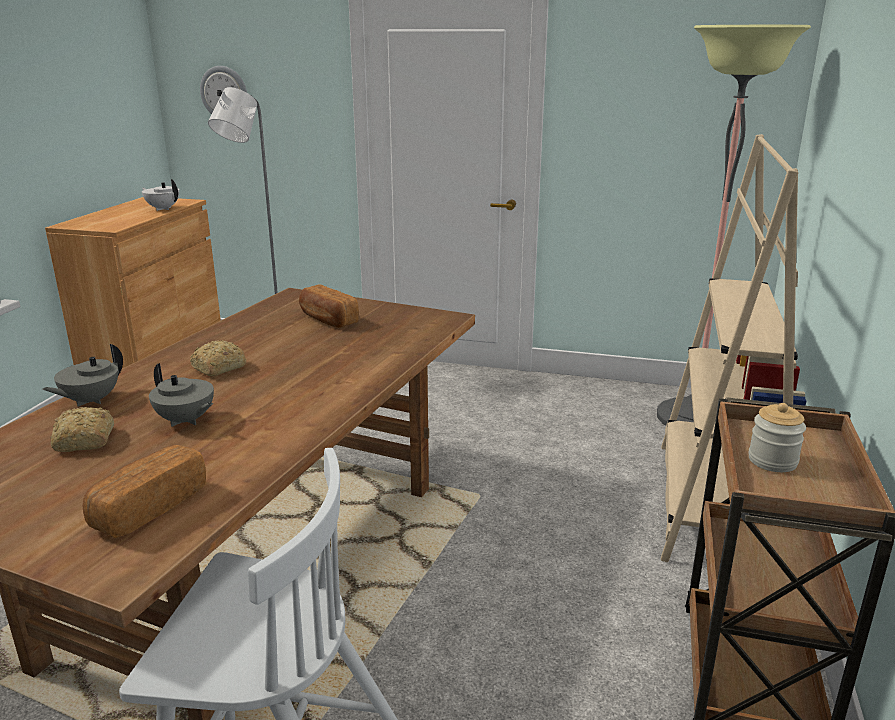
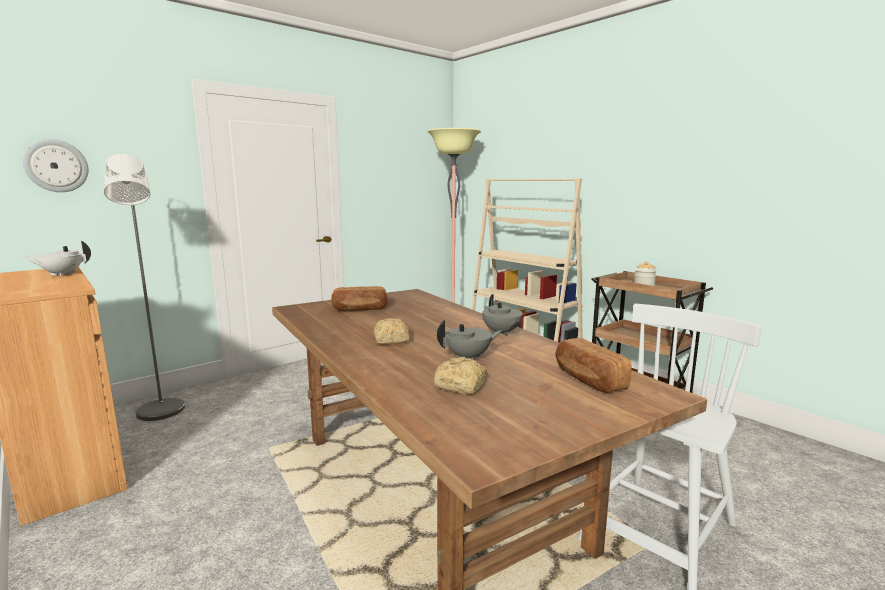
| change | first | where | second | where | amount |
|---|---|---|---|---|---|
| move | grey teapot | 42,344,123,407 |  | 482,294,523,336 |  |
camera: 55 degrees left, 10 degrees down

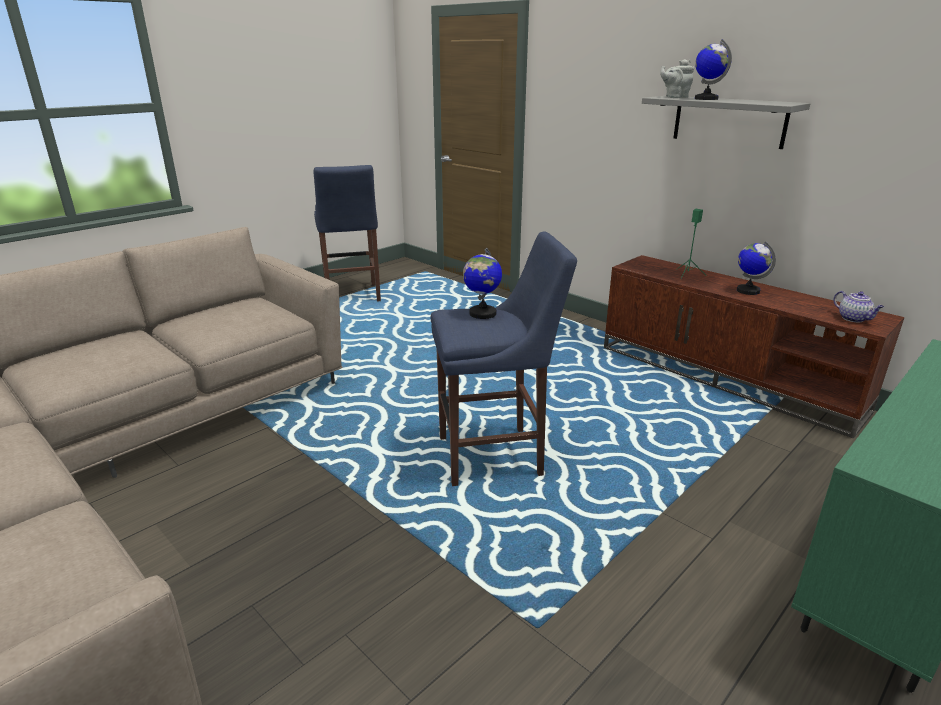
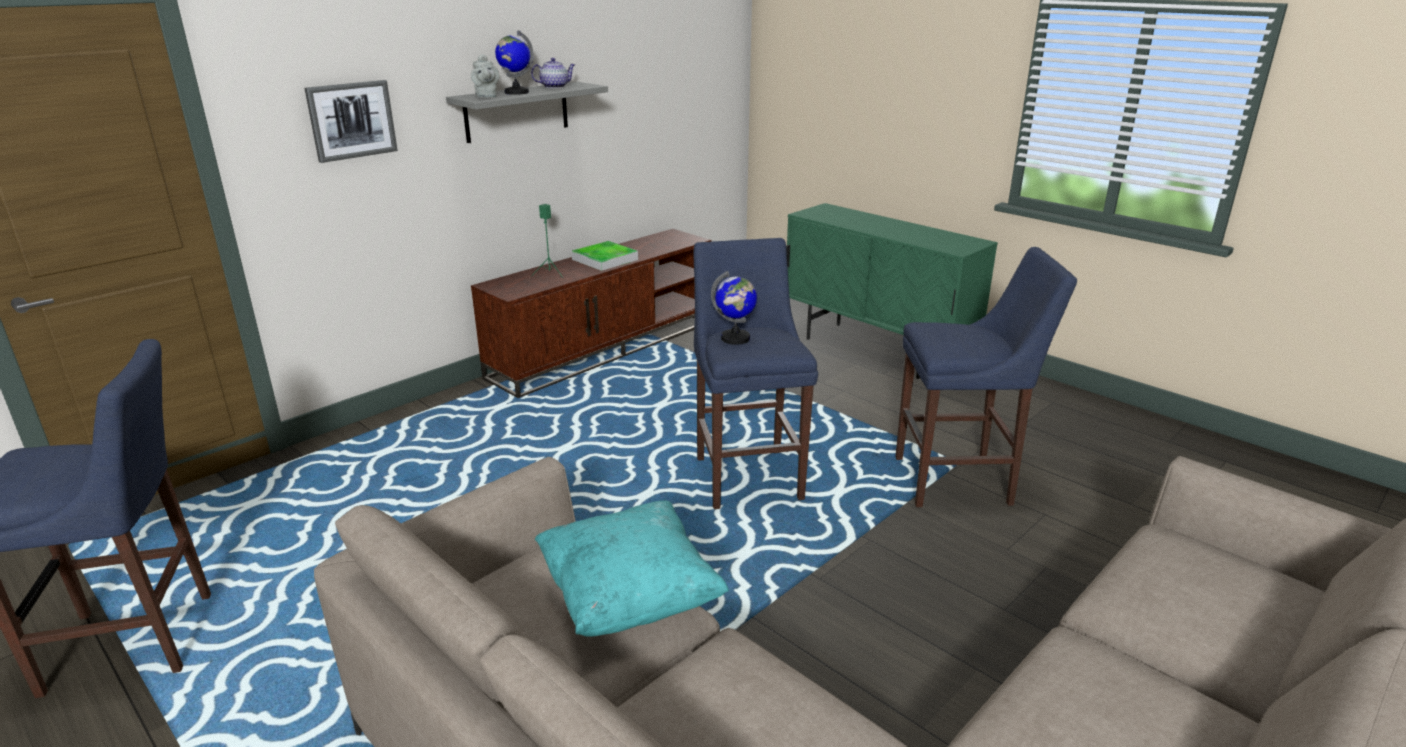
| change | first | where | second | where | amount |
|---|---|---|---|---|---|
| replace | globe | 737,242,776,295 | tray | 572,241,638,271 |  |
| move | teapot | 834,291,884,323 |  | 531,58,575,88 |  |
| insert |  |  | picture | 305,80,398,163 |  |
| insert |  |  | blue stool | 895,247,1077,507 |  |
| insert |  |  | turquoise pillow | 535,500,729,637 |  |
camera: 90 degrees left, 0 degrees up

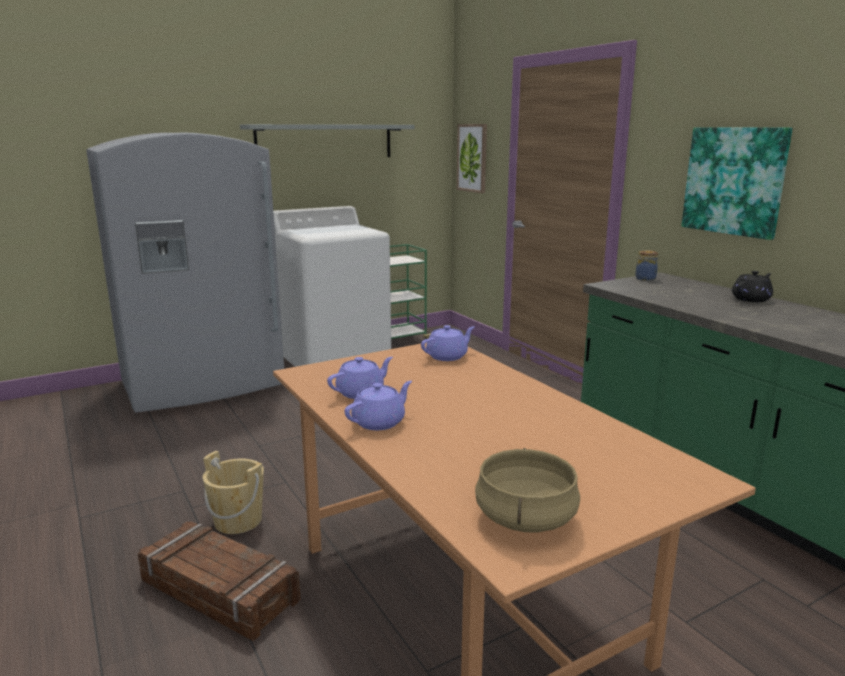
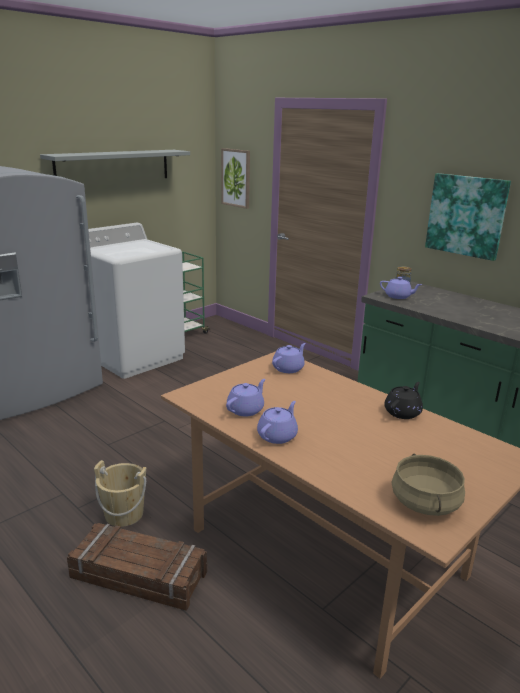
| change | first | where | second | where | amount |
|---|---|---|---|---|---|
| move | black teapot | 732,271,773,302 |  | 384,382,423,419 |  |
| insert |  |  | purple teapot | 380,277,422,299 |  |
camera: 15 degrees left, 5 degrees up

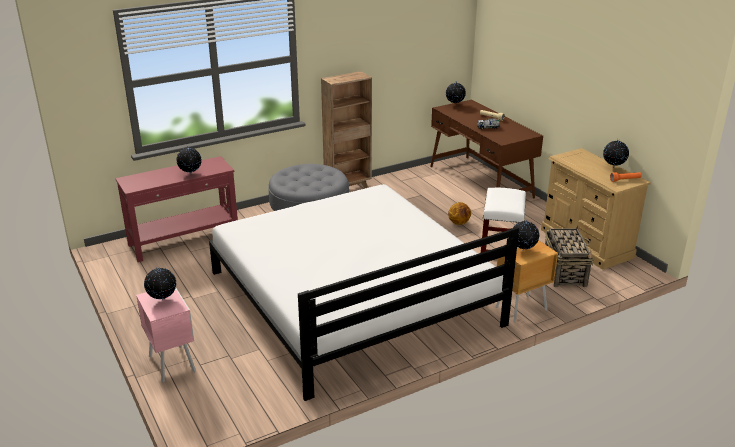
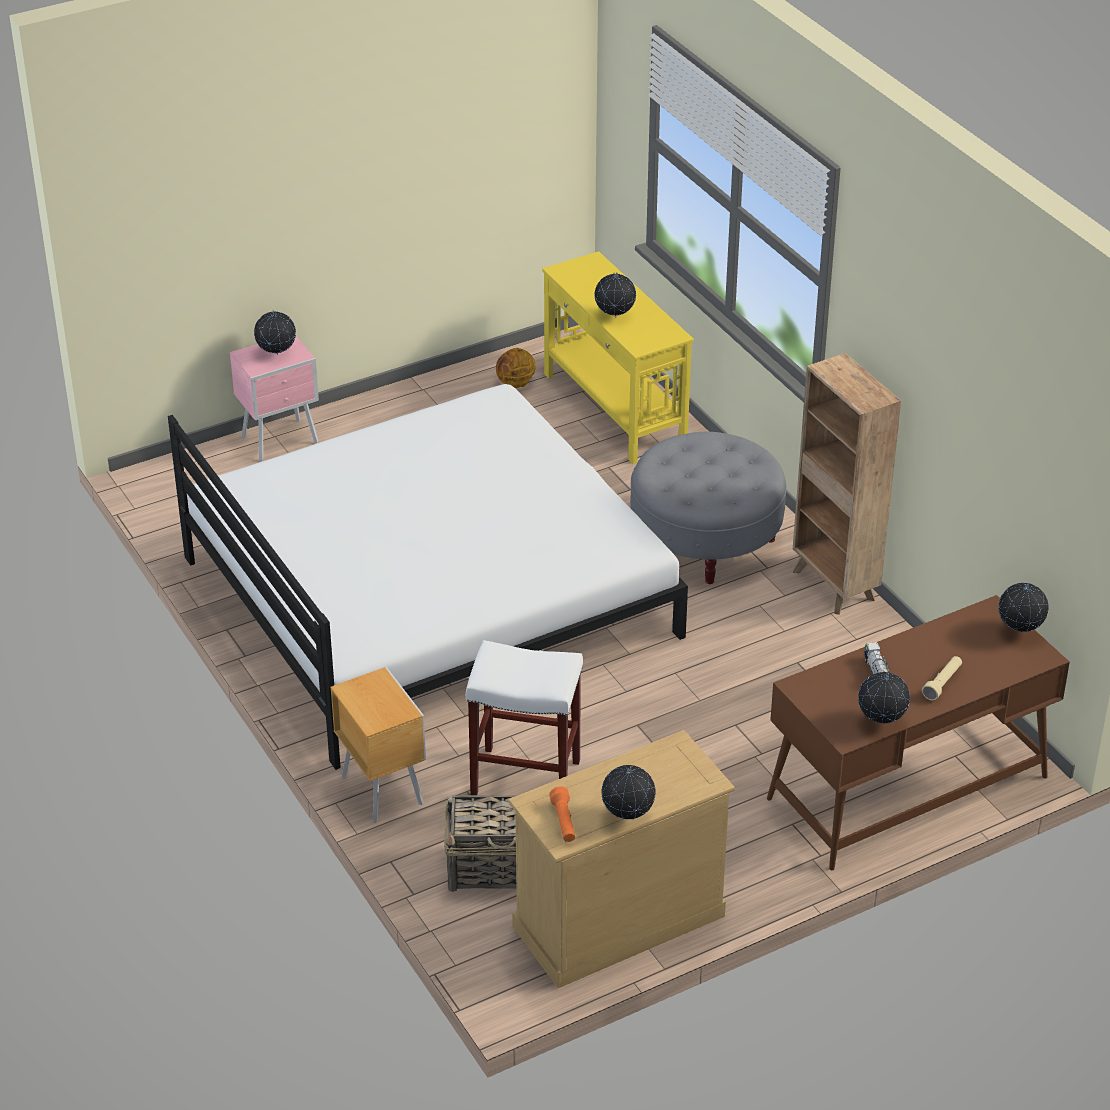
| change | first | where | second | where | amount |
|---|---|---|---|---|---|
| recolor | red console table | 115,156,238,262 | yellow console table | 542,251,694,464 |  |
| move | basketball | 448,202,471,225 |  | 496,348,536,388 |  |
| move | globe | 513,219,539,250 |  | 858,672,910,723 |  |
camera: 90 degrees right, 10 degrees up

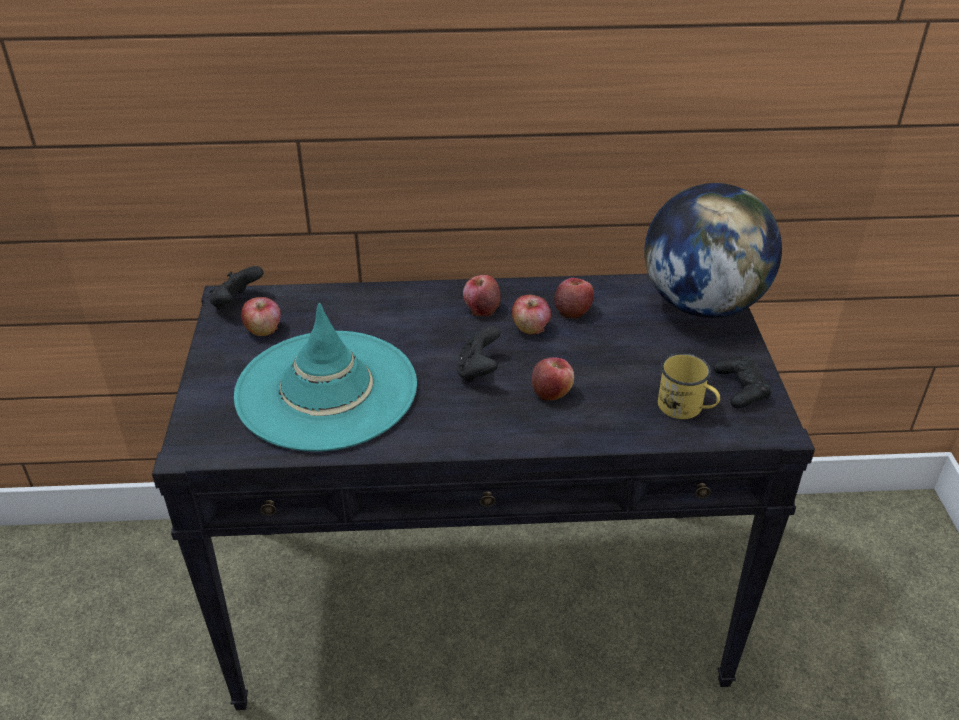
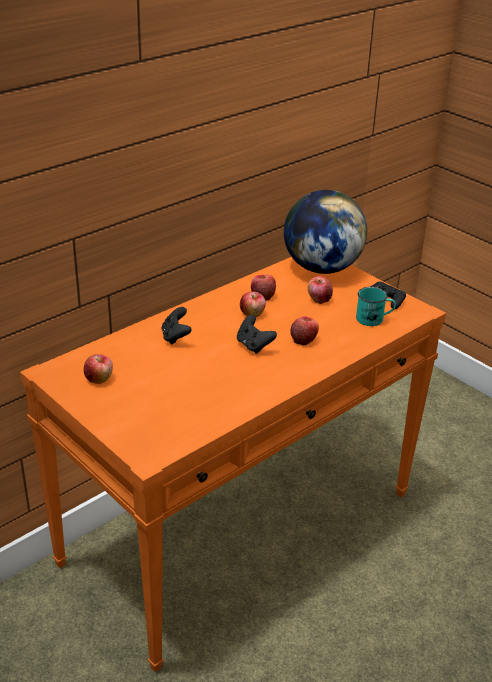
| change | first | where | second | where | amount |
|---|---|---|---|---|---|
| move | black game controller | 209,266,264,310 |  | 162,307,192,345 |  |
| recolor | black console table | 152,274,815,710 | orange console table | 20,257,446,672 |  |
| move | apple | 463,275,501,317 |  | 308,276,333,304 |  |
| delete | turquoise hat | 234,303,417,452 |  |  |  |
| recolor | yellow mug | 658,353,720,419 | turquoise mug | 356,287,396,326 |  |
camera: 40 degrees left, 5 degrees down

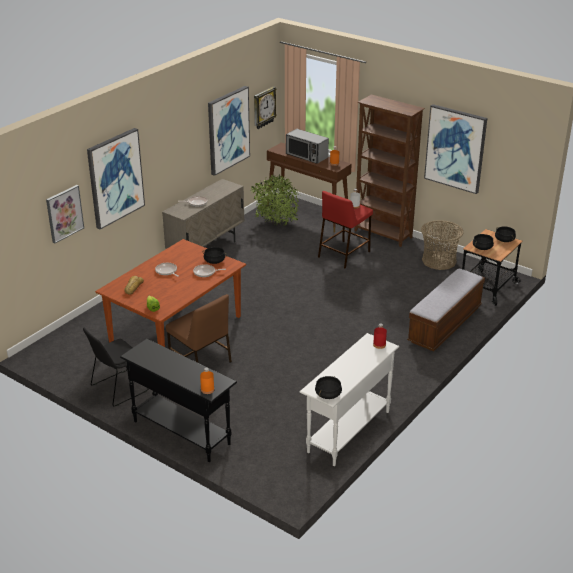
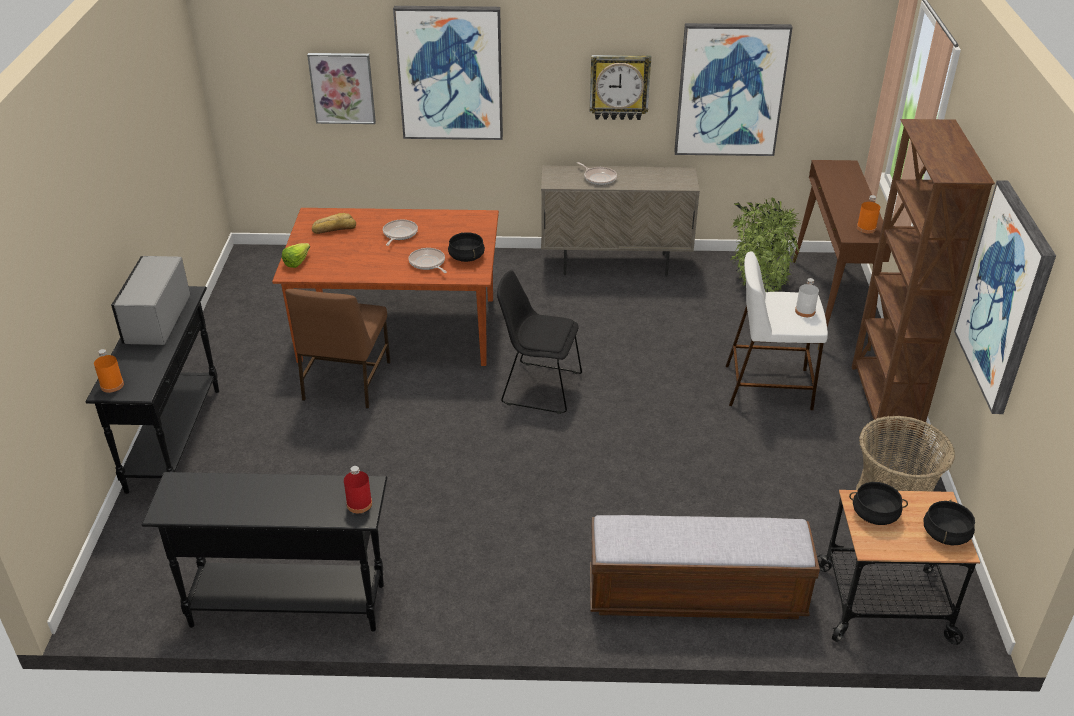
| change | first | where | second | where | amount |
|---|---|---|---|---|---|
| move | wall clock | 254,86,277,129 |  | 590,55,651,120 |  |
| move | microwave | 286,129,329,164 |  | 111,256,190,345 |  |
| recolor | red stool | 318,191,373,268 | white stool | 725,251,828,410 |  |
| move | black chair | 83,328,148,406 |  | 497,270,582,414 |  |
| recolor | white console table | 300,333,399,466 | black console table | 142,472,387,631 |  |
| delete | black cooking pot | 315,376,342,399 |  |  |  |
camera: 55 degrees right, 5 degrees up

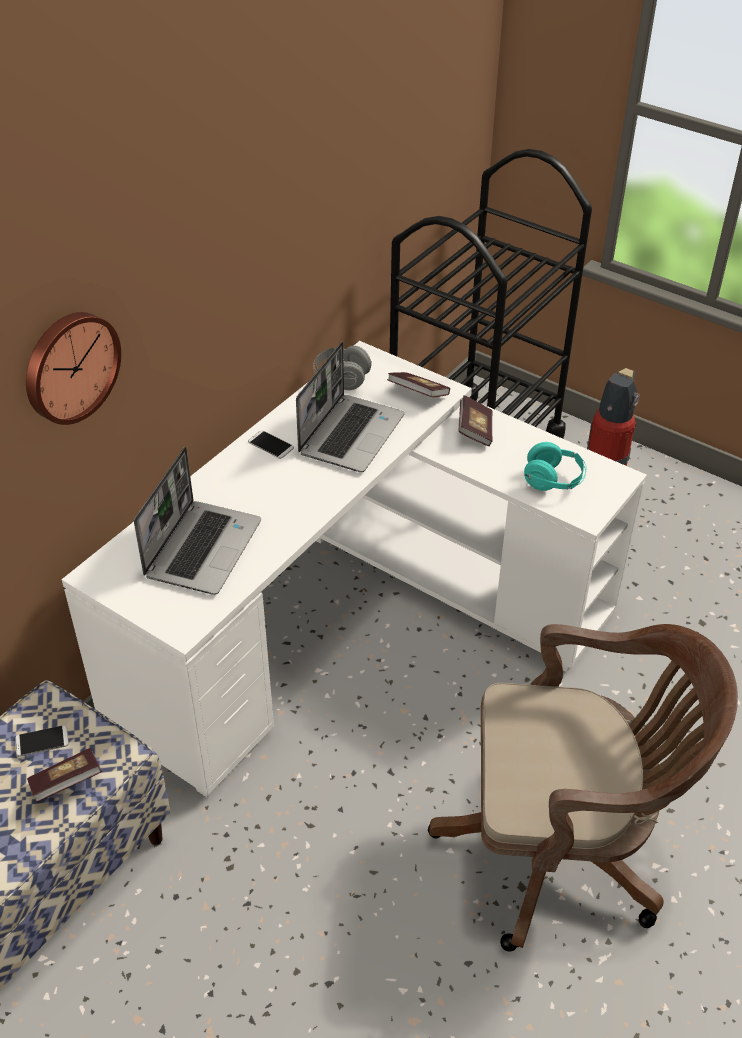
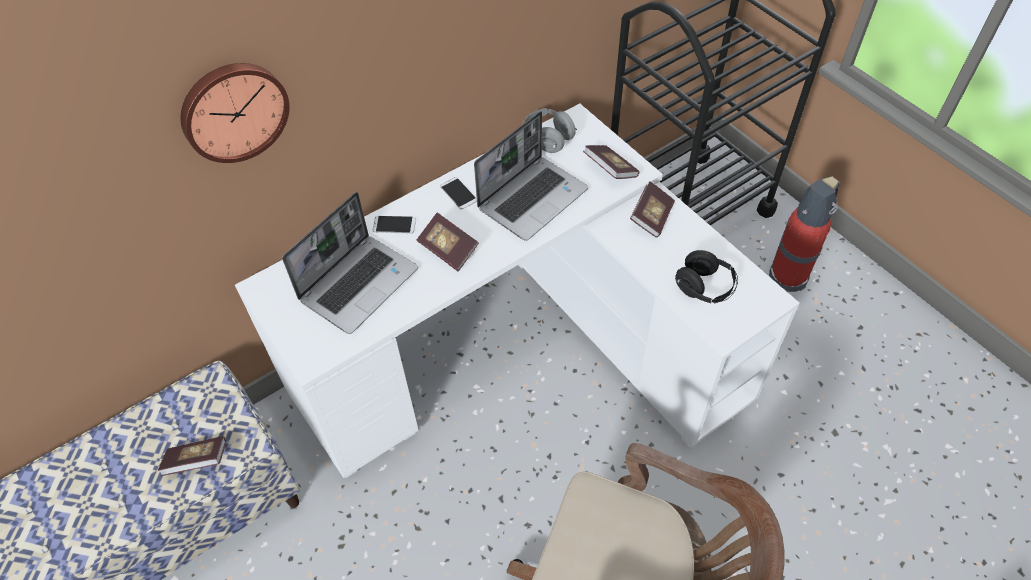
| change | first | where | second | where | amount |
|---|---|---|---|---|---|
| recolor | turquoise headphones | 524,442,586,491 | black headphones | 675,250,738,303 |  |
| move | phone | 15,725,69,757 |  | 373,216,416,233 |  |
| insert |  |  | book | 417,213,479,271 |  |
camera: 20 degrees right, 10 degrees up

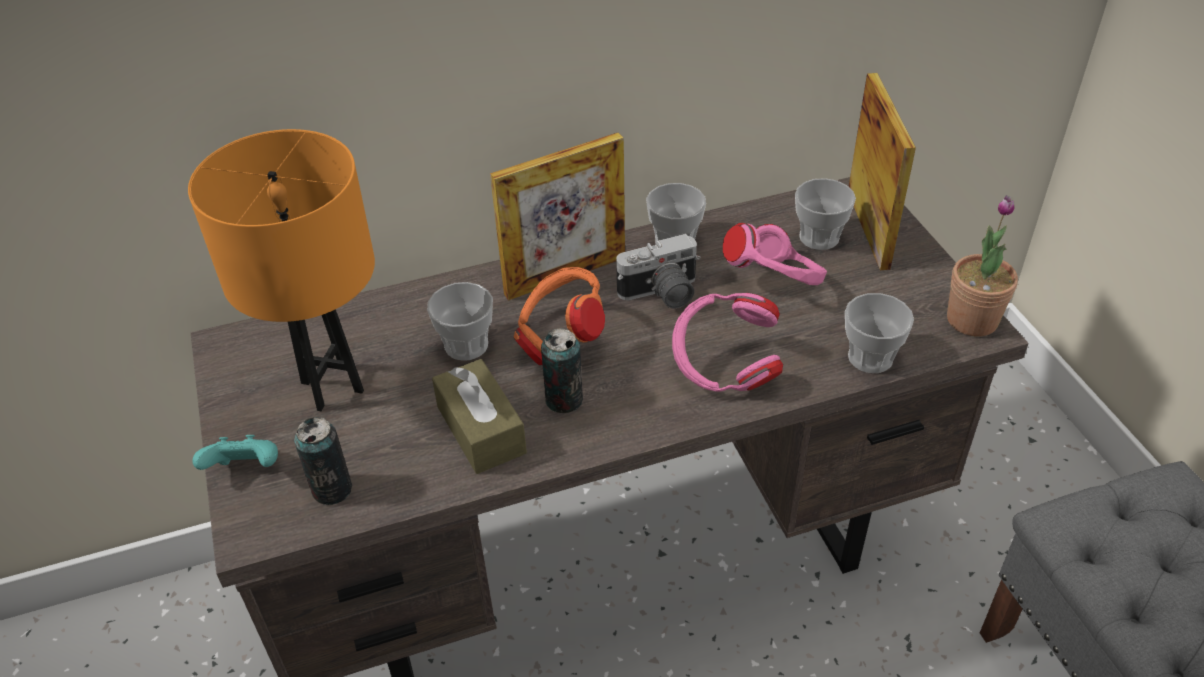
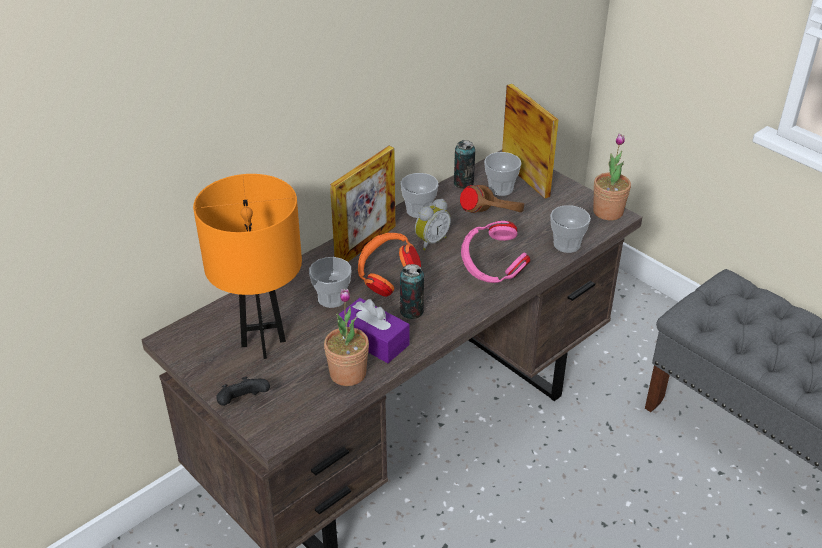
| change | first | where | second | where | amount |
|---|---|---|---|---|---|
| recolor | pink headphones | 723,223,827,285 | brown headphones | 460,185,524,213 |  |
| replace | photo camera | 616,234,700,309 | alarm clock | 415,199,451,250 |  |
| recolor | brown tissue box | 432,359,527,474 | purple tissue box | 338,298,410,363 |  |
| move | can | 294,417,352,505 |  | 454,140,475,189 |  |
| recolor | turquoise game controller | 193,435,278,470 | black game controller | 216,376,270,406 |  |
| insert |  |  | potted plant | 324,289,369,386 |  |
camera: 25 degrees left, 5 degrees down

